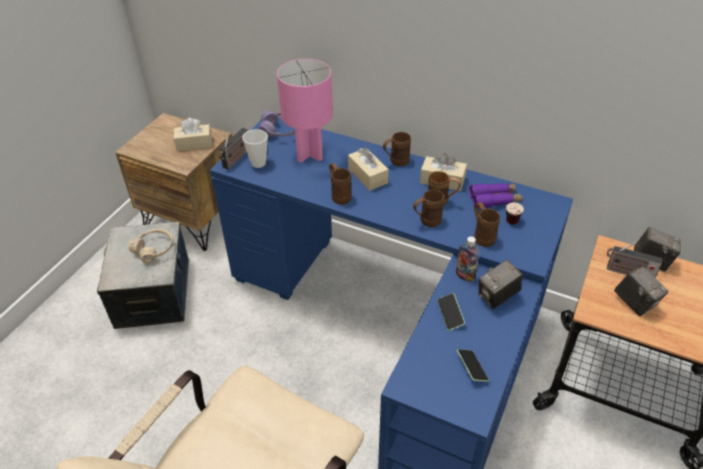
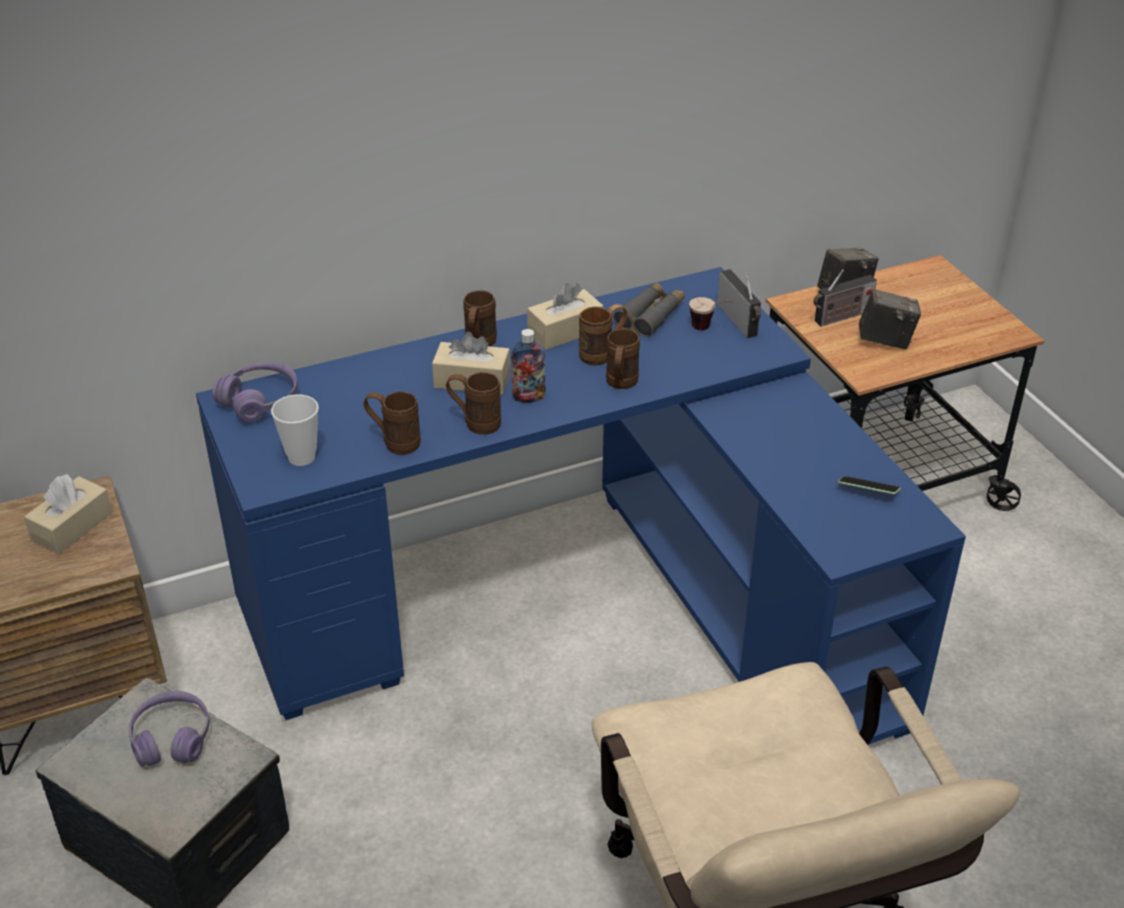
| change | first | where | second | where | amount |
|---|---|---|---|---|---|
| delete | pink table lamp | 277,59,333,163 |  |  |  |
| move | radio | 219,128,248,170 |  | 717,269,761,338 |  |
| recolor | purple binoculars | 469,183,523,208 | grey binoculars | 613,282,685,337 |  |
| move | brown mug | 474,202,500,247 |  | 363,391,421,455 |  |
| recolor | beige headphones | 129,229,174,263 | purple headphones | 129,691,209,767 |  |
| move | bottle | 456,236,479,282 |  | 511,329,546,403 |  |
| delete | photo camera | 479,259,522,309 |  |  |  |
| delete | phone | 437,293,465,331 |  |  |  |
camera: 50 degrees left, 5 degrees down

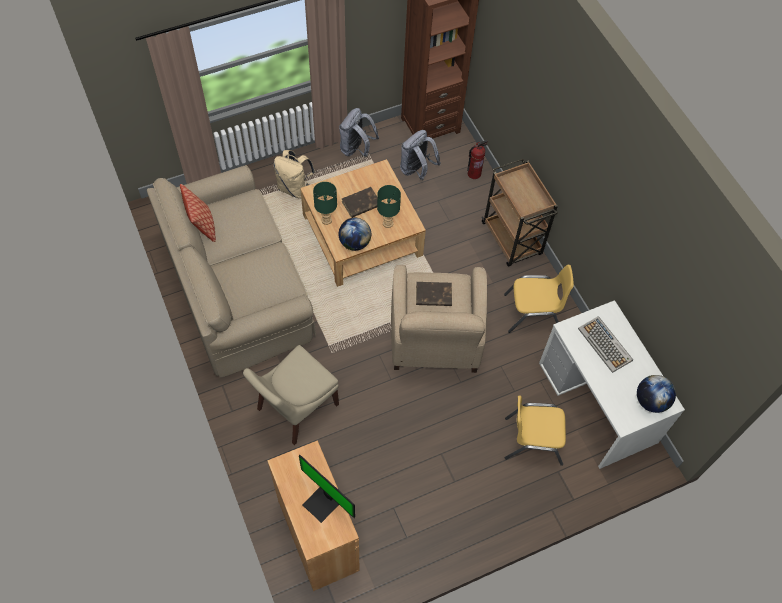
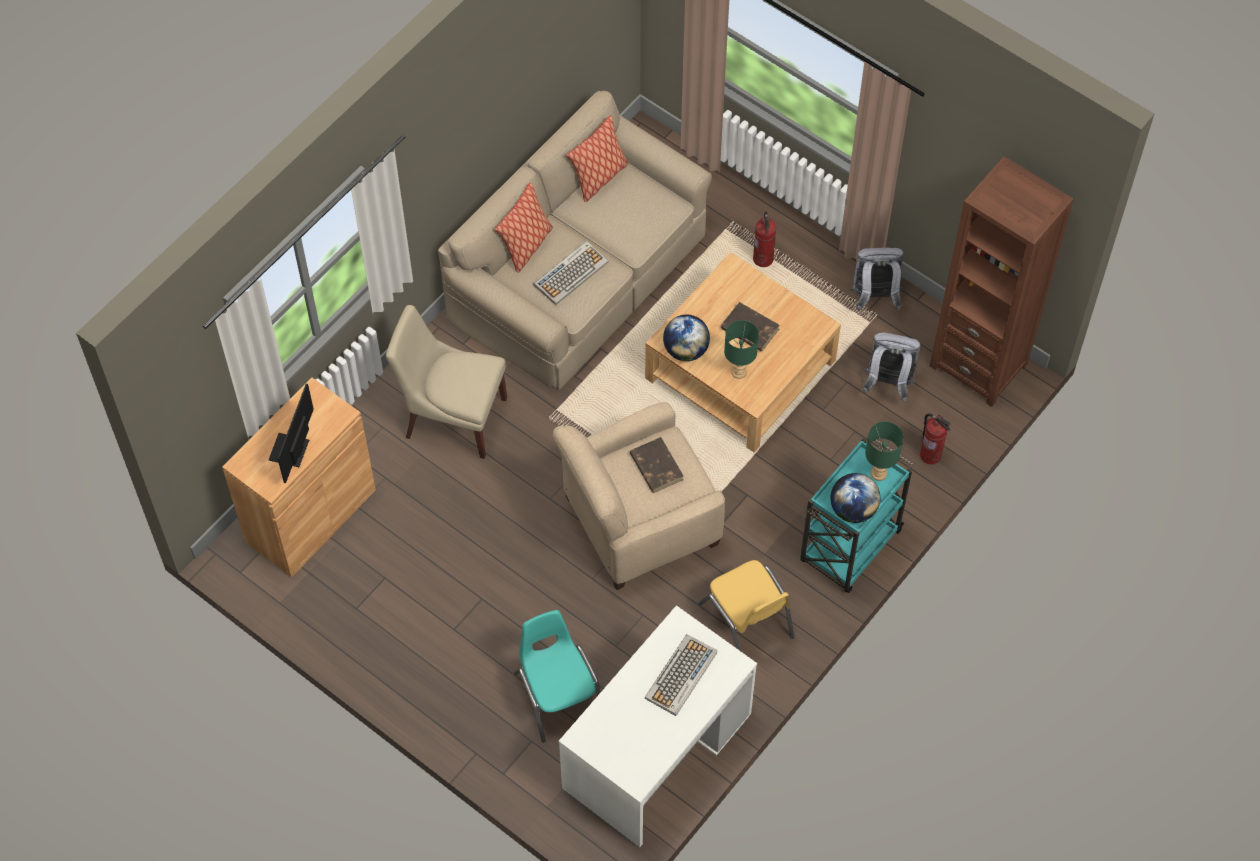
| change | first | where | second | where | amount |
|---|---|---|---|---|---|
| replace | beige backpack | 274,150,315,198 | fire extinguisher | 753,211,776,267 |  |
| recolor | brown cart | 481,159,558,267 | turquoise cart | 800,438,913,593 |  |
| move | green table lamp | 313,182,337,225 |  | 865,422,903,481 |  |
| move | globe | 637,375,676,413 |  | 830,473,881,523 |  |
| recolor | yellow chair | 505,396,566,466 | turquoise chair | 514,610,601,743 |  |
| insert |  |  | pillow | 495,183,553,273 |  |
| insert |  |  | keyboard | 534,241,608,305 |  |
camera: 65 degrees right, 0 degrees up

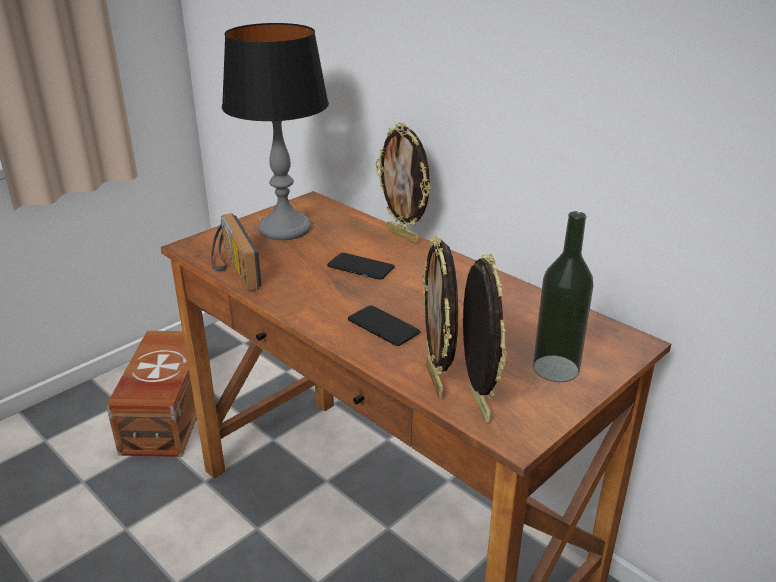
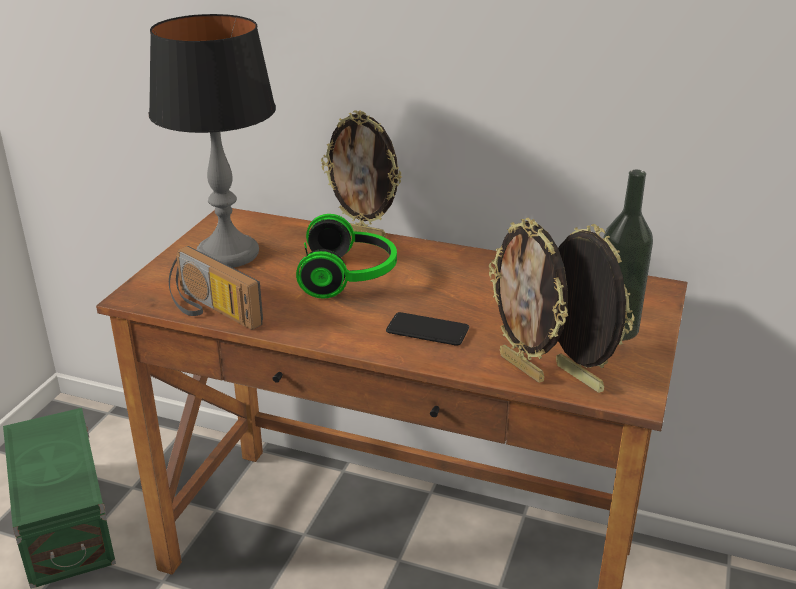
| change | first | where | second | where | amount |
|---|---|---|---|---|---|
| replace | phone | 327,253,395,280 | headphones | 296,214,397,298 |  |
| recolor | brown storage box | 106,331,212,457 | green storage box | 3,408,116,589 |  |
camera: 25 degrees left, 0 degrees up

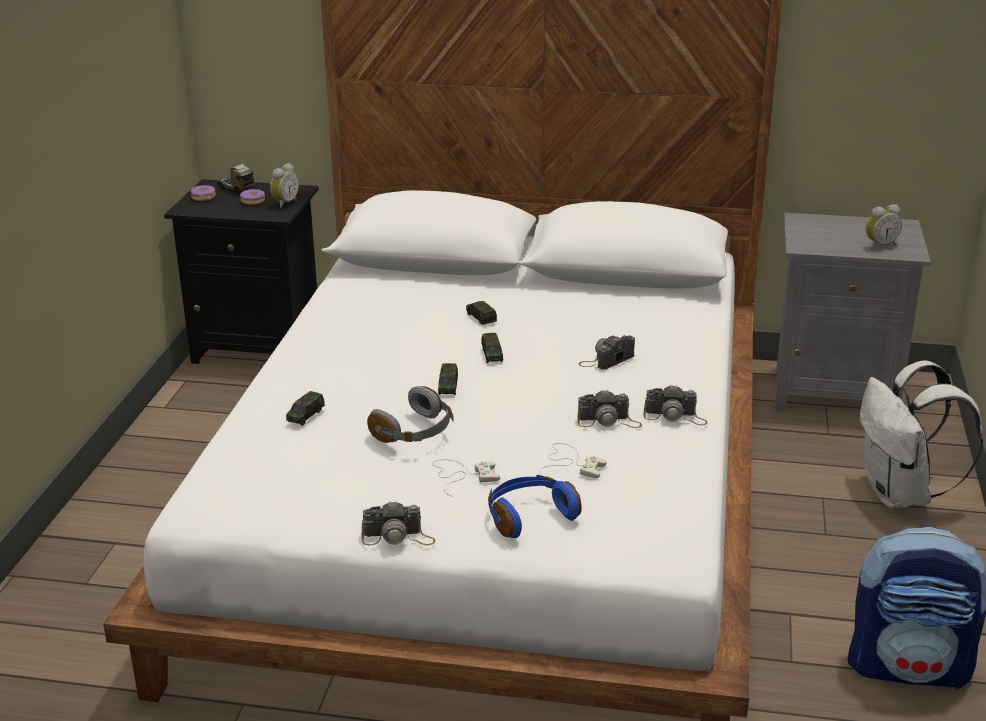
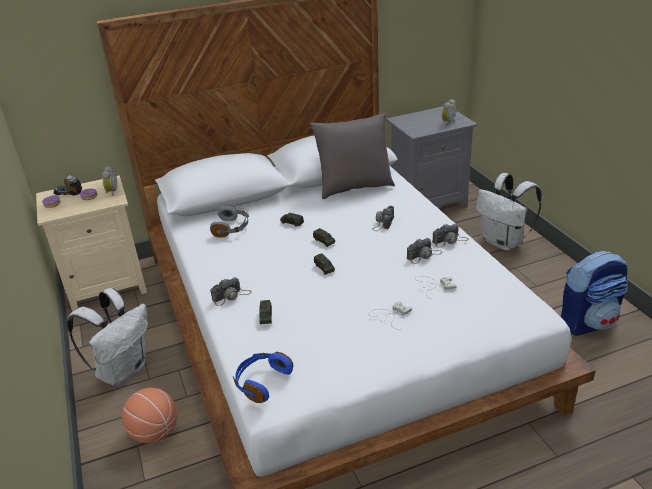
| change | first | where | second | where | amount |
|---|---|---|---|---|---|
| recolor | black nightstand | 164,179,319,364 | beige nightstand | 36,175,147,312 |  |
| move | grey headphones | 367,386,454,443 |  | 210,206,249,238 |  |
| move | blue headphones | 488,475,582,538 |  | 233,352,293,403 |  |
| move | photo camera | 362,501,435,546 |  | 210,277,252,306 |  |
| insert |  |  | grey pillow | 310,113,395,199 |  |
| insert |  |  | white backpack | 67,288,148,386 |  |
| insert |  |  | basketball | 121,388,177,443 |  |
camera: 30 degrees left, 5 degrees up

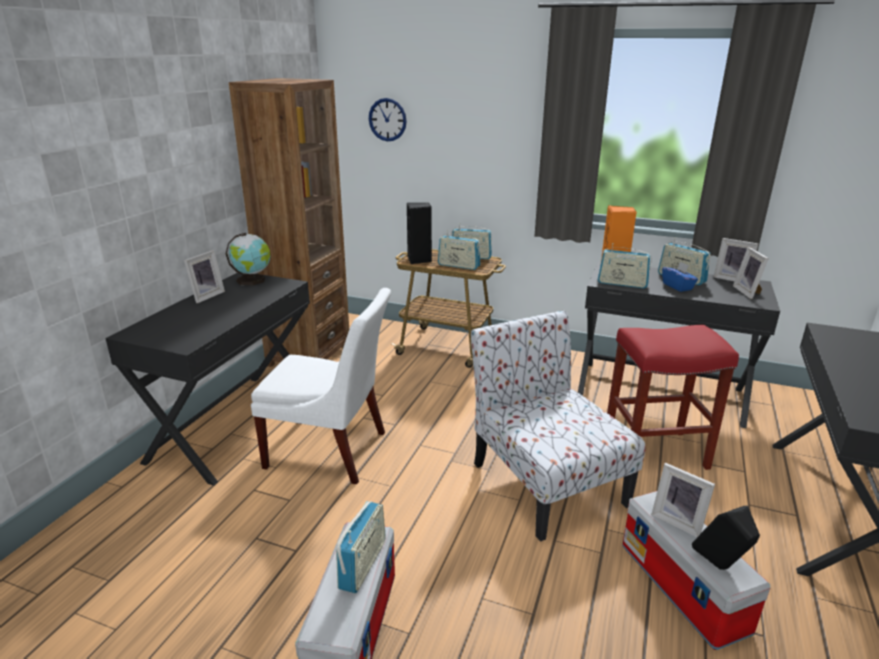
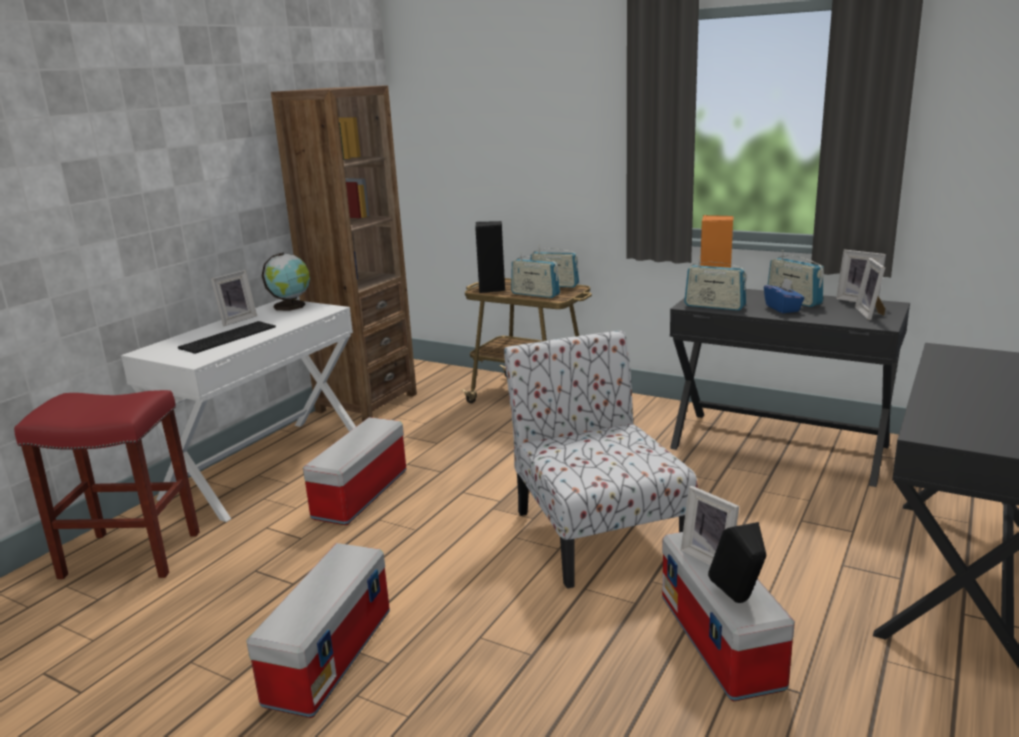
| change | first | where | second | where | amount |
|---|---|---|---|---|---|
| delete | wall clock | 369,98,407,141 |  |  |  |
| recolor | black desk | 105,273,310,486 | white desk | 121,299,356,522 |  |
| replace | white chair | 251,288,391,484 | storage box | 303,417,406,525 |  |
| move | red stool | 607,325,739,470 |  | 14,390,200,579 |  |
| delete | radio | 336,501,386,593 |  |  |  |
| insert |  |  | keyboard | 178,321,276,354 |  |
camera: 10 degrees right, 5 degrees down

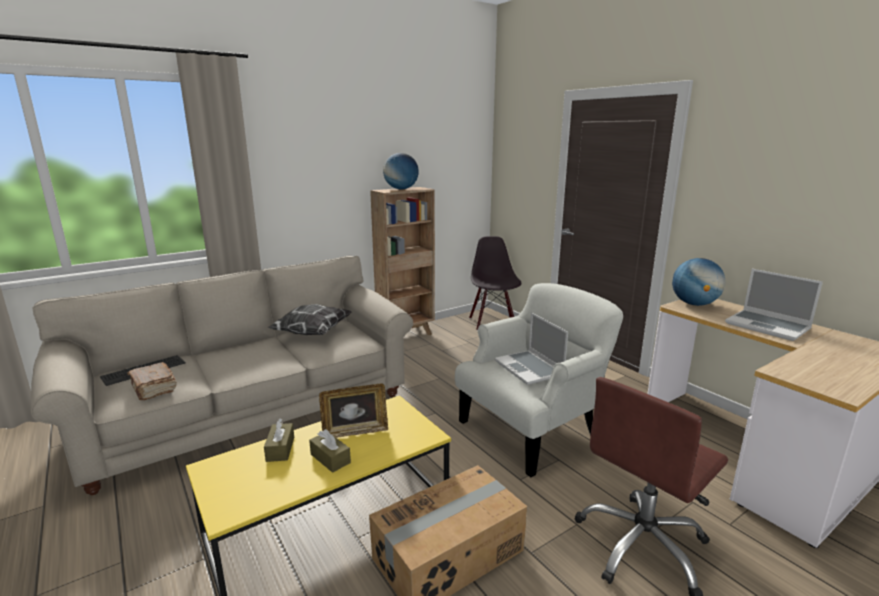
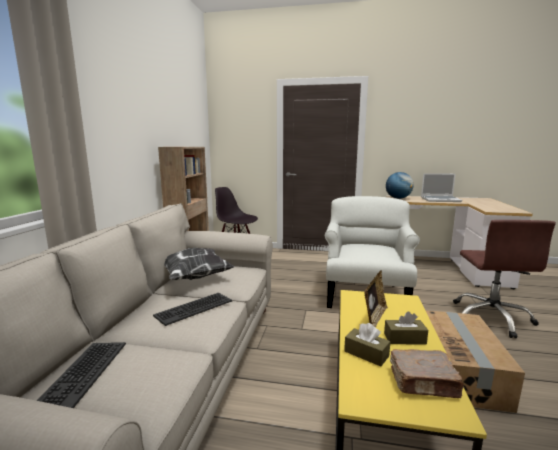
| change | first | where | second | where | amount |
|---|---|---|---|---|---|
| delete | globe | 383,153,419,189 |  |  |  |
| delete | laptop | 495,312,568,385 |  |  |  |
| move | brown book | 127,362,177,400 |  | 390,349,464,398 |  |
| insert |  |  | keyboard | 153,293,232,326 |  |
camera: 45 degrees left, 5 degrees down

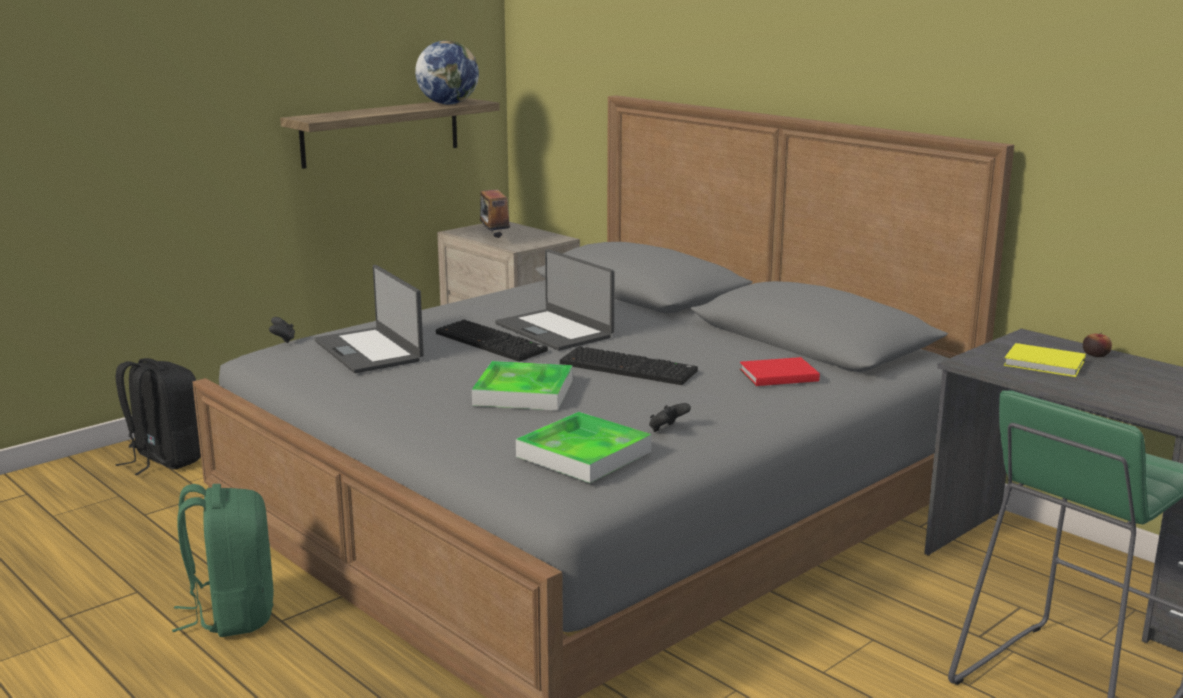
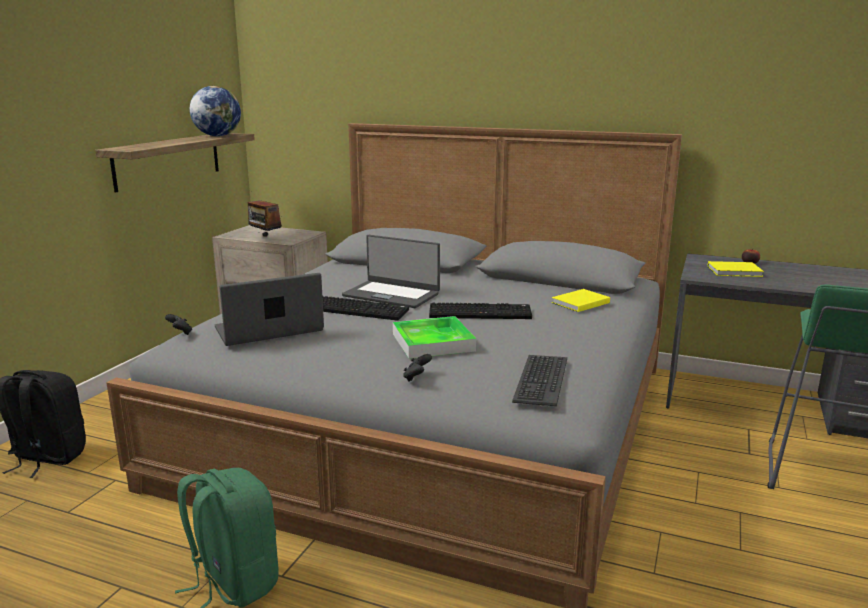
| change | first | where | second | where | amount |
|---|---|---|---|---|---|
| rotate | laptop | 314,265,424,373 |  | 215,273,324,346 | 120 degrees clockwise |
| recolor | red book | 740,357,820,386 | yellow book | 552,289,610,312 |  |
| move | black game controller | 649,403,691,432 |  | 403,354,432,382 |  |
| replace | tray | 516,412,652,483 | keyboard | 512,355,567,406 |  |
camera: 25 degrees left, 0 degrees up

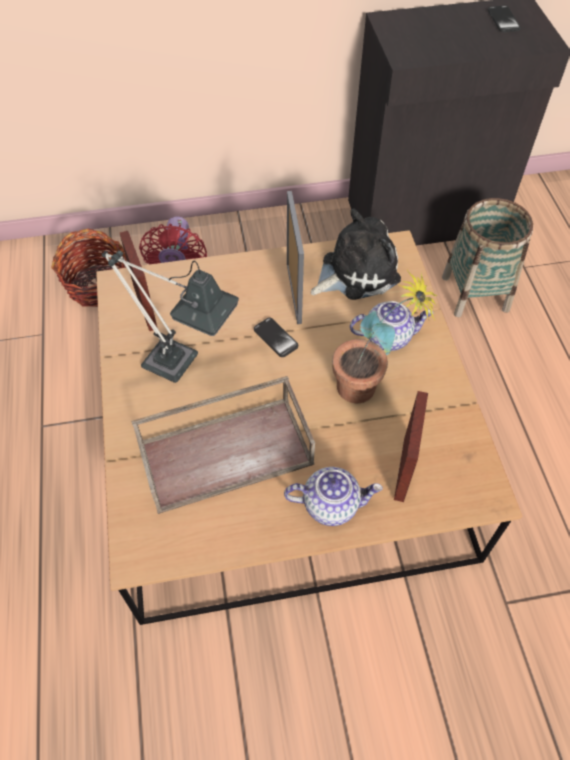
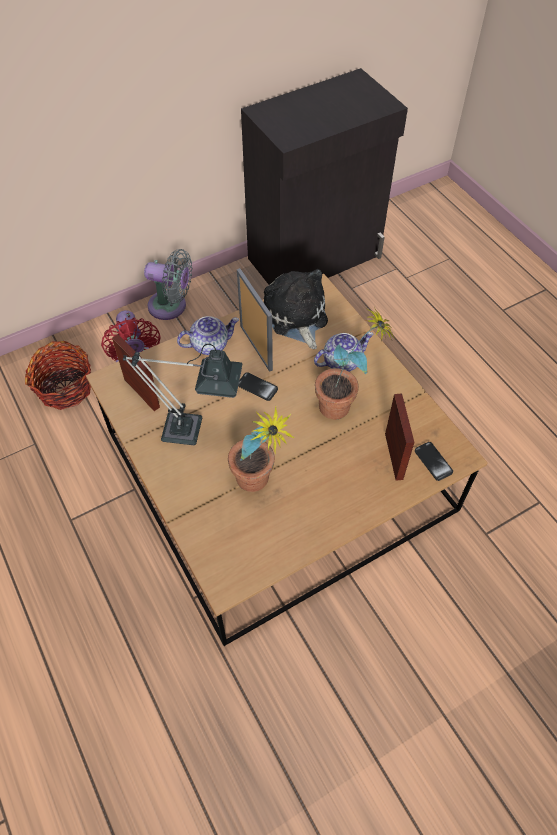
| change | first | where | second | where | amount |
|---|---|---|---|---|---|
| move | phone | 488,6,521,32 |  | 415,442,453,481 |  |
| delete | basket | 442,198,533,317 |  |  |  |
| rotate | plush toy | 311,209,401,300 |  | 264,269,328,349 | 60 degrees counterclockwise |
| replace | brown tray | 131,376,315,514 | potted plant | 228,406,294,492 |  |
| move | teapot | 284,467,382,526 |  | 177,316,239,355 |  |
| insert |  |  | grey fan | 144,249,192,320 |  |
camera: 20 degrees left, 0 degrees up

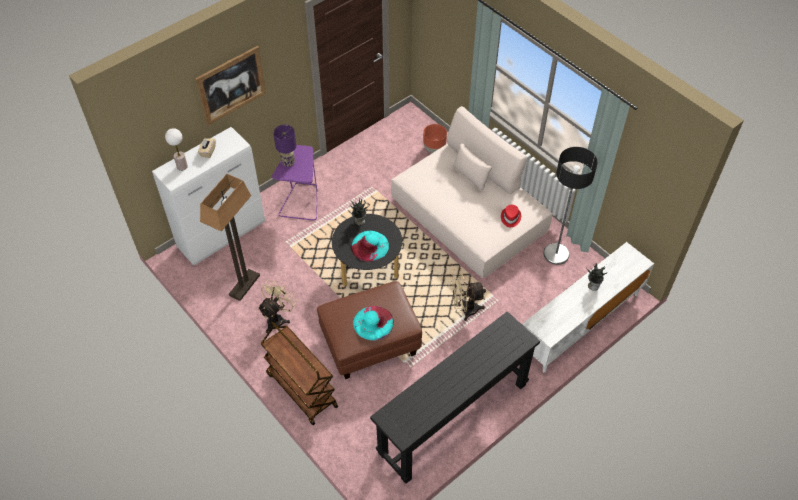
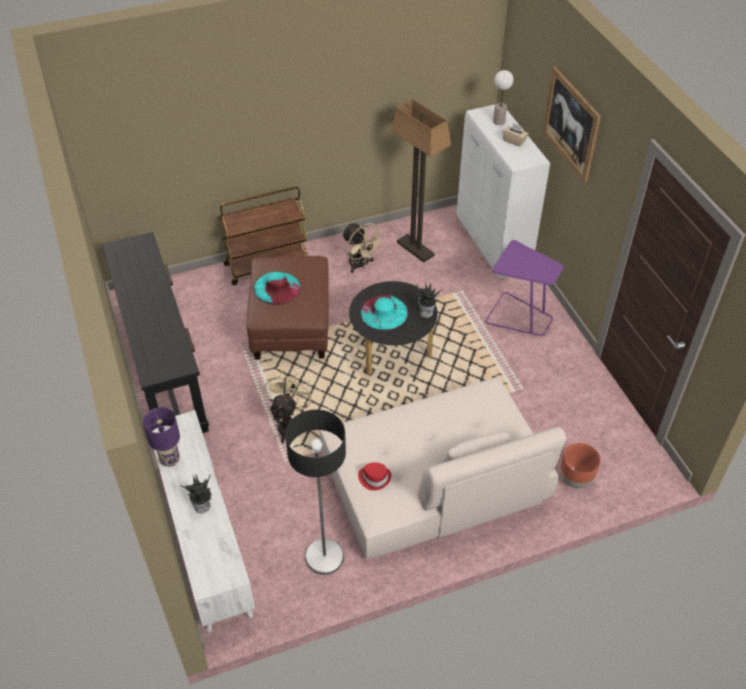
| change | first | where | second | where | amount |
|---|---|---|---|---|---|
| move | purple table lamp | 273,125,296,167 |  | 143,407,180,467 |  |
camera: 110 degrees right, 5 degrees down

